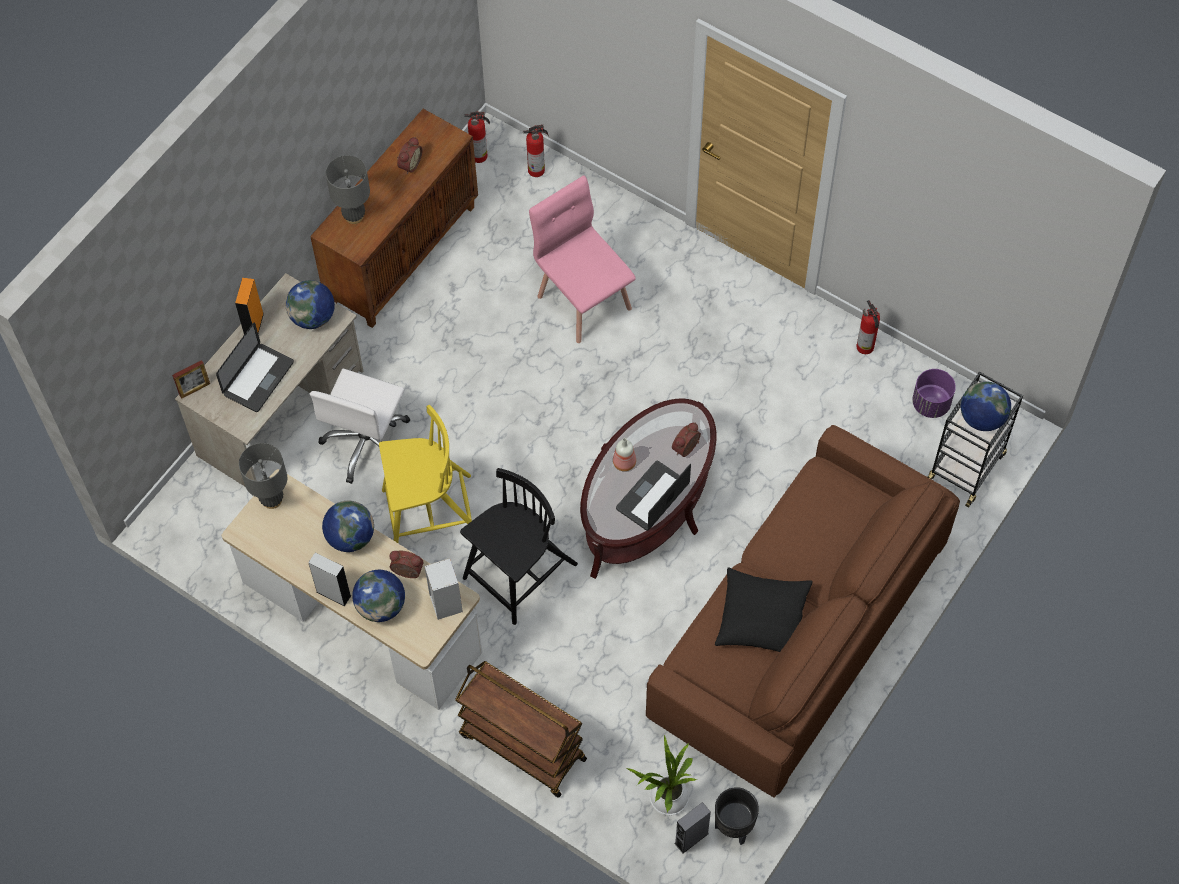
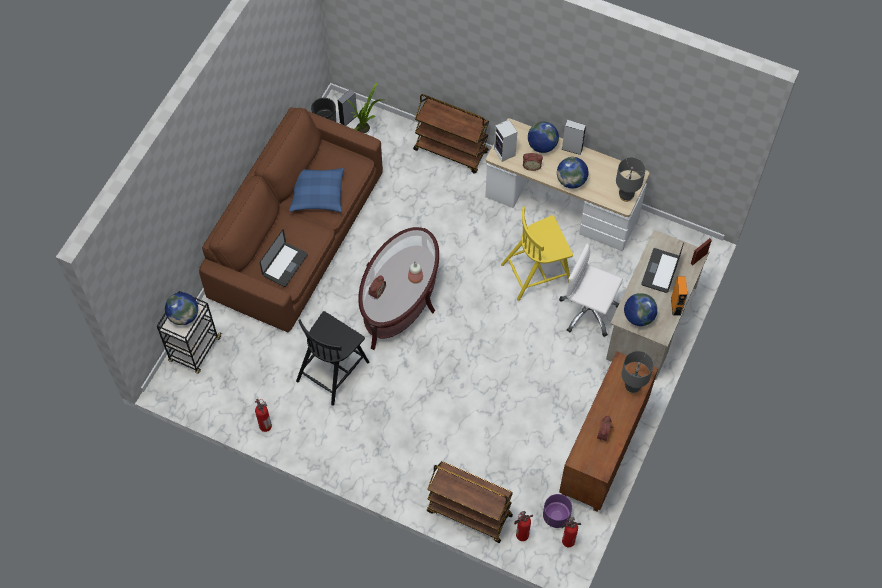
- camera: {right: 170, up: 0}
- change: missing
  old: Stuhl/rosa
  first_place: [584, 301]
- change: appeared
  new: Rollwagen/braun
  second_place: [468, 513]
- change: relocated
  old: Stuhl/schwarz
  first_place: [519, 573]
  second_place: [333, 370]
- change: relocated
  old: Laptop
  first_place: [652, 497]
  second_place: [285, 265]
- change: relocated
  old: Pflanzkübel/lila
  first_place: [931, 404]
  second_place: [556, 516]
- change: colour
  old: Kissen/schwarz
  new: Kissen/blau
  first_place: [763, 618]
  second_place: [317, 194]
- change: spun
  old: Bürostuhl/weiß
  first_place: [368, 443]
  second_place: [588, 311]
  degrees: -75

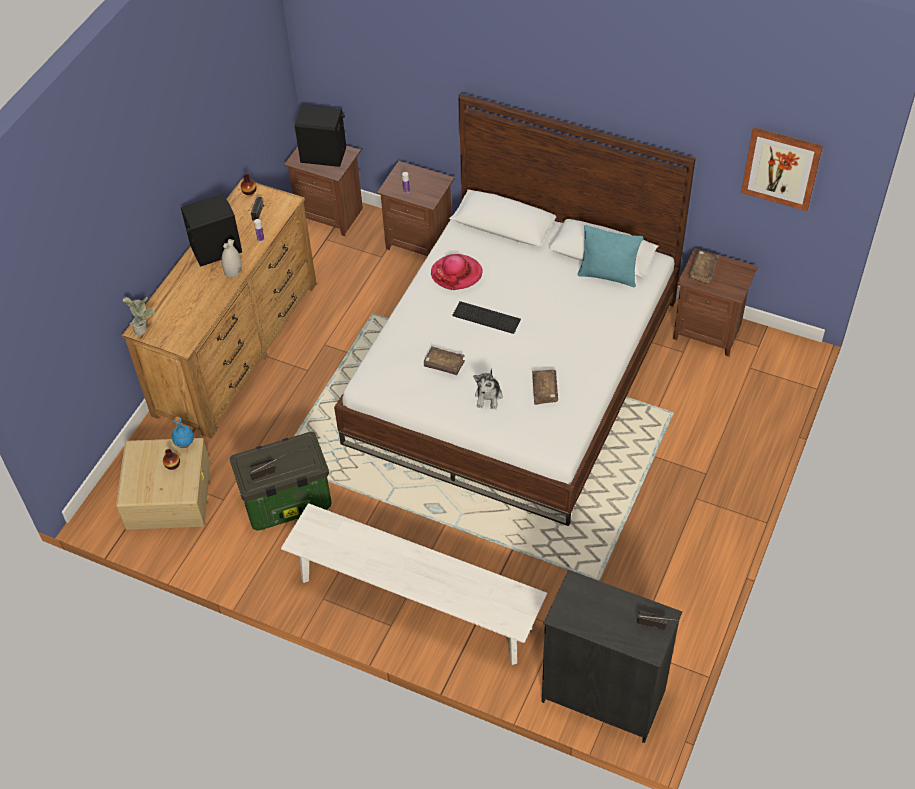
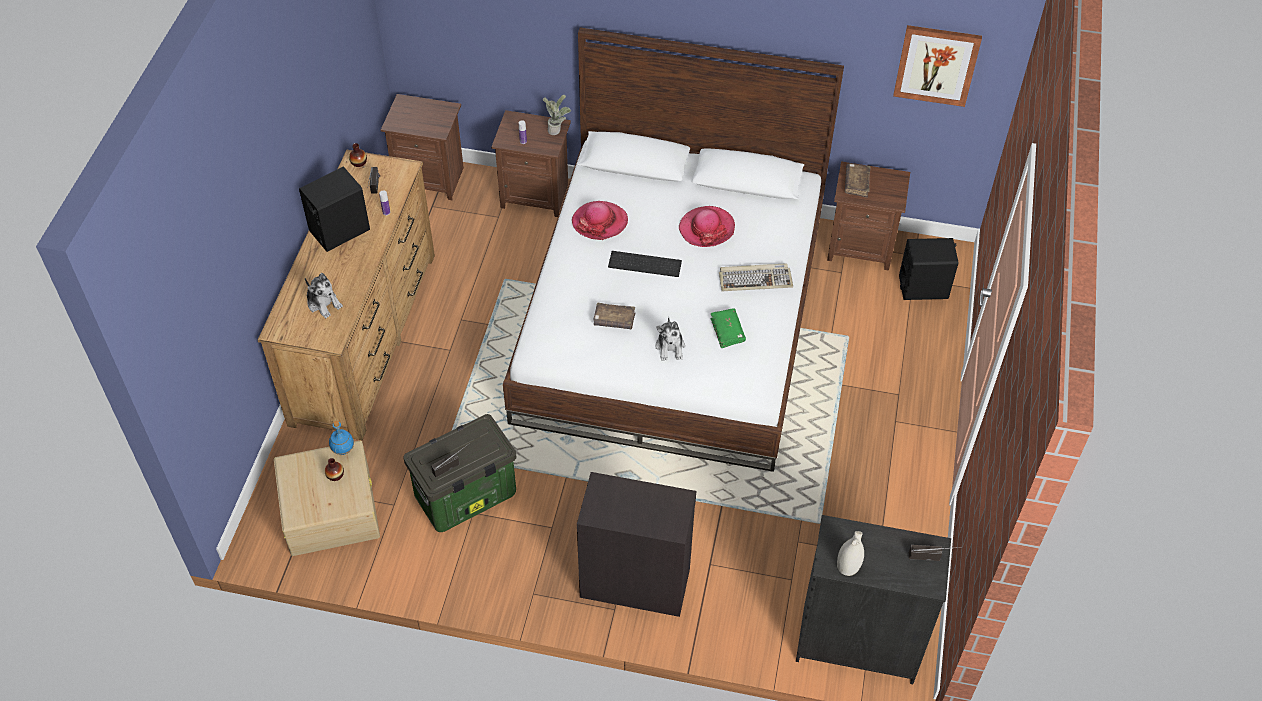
- camera: {right: -15, up: 0}
- change: missing
  old: Kissen/türkis
  first_place: [608, 275]
- change: appeared
  new: Plüschtier
  second_place: [324, 303]
- change: appeared
  new: Hut
  second_place: [706, 228]
- change: appeared
  new: Tastatur
  second_place: [755, 279]
- change: relocated
  old: Topfpflanze
  first_place: [144, 329]
  second_place: [557, 129]
- change: relocated
  old: Vase/weiß
  first_place: [233, 271]
  second_place: [848, 566]
- change: relocated
  old: Lautsprecher/schwarz
  first_place: [324, 155]
  second_place: [923, 287]
- change: exchanged
  old: Bank/weiß
  new: Schrank/schwarz
  first_place: [415, 603]
  second_place: [634, 581]
- change: colour
  old: Buch/braun
  new: Buch/grün
  first_place: [544, 390]
  second_place: [727, 331]

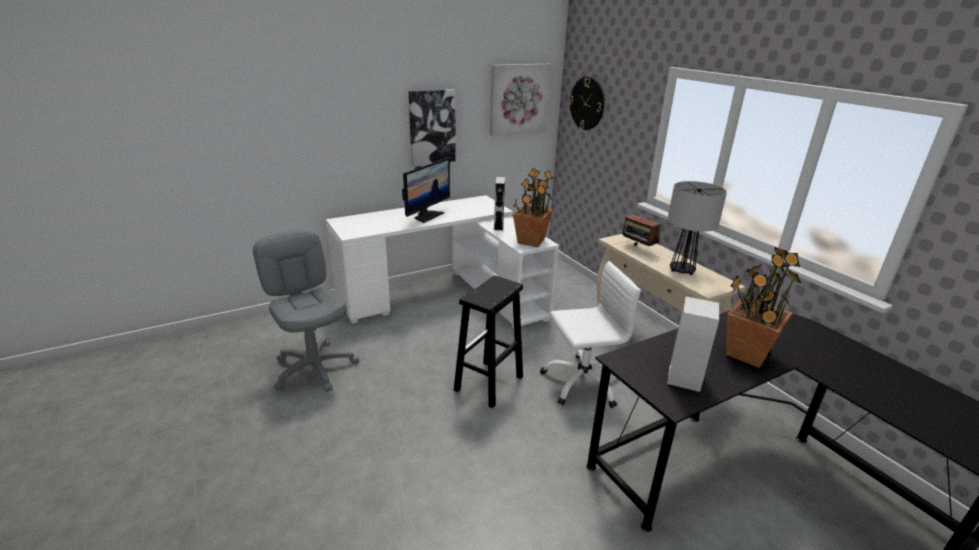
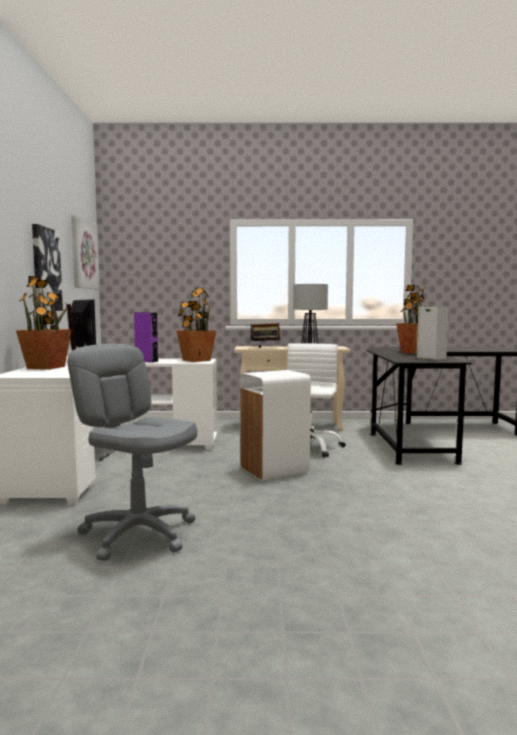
- camera: {right: -60, up: -20}
- change: missing
  old: Wanduhr
  first_place: [587, 103]
- change: appeared
  new: Topfpflanze
  second_place: [47, 367]
- change: exchanged
  old: Hocker/schwarz
  new: Mülleimer/weiß
  first_place: [488, 384]
  second_place: [274, 470]
- change: colour
  old: Lautsprecher/grau
  new: Lautsprecher/lila
  first_place: [498, 225]
  second_place: [146, 361]
- change: spun
  old: Bürostuhl/grau
  first_place: [315, 368]
  second_place: [139, 534]
  degrees: 45

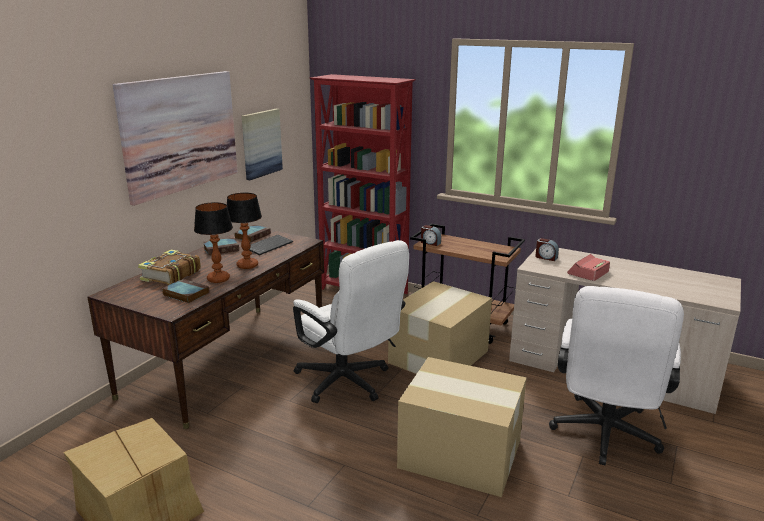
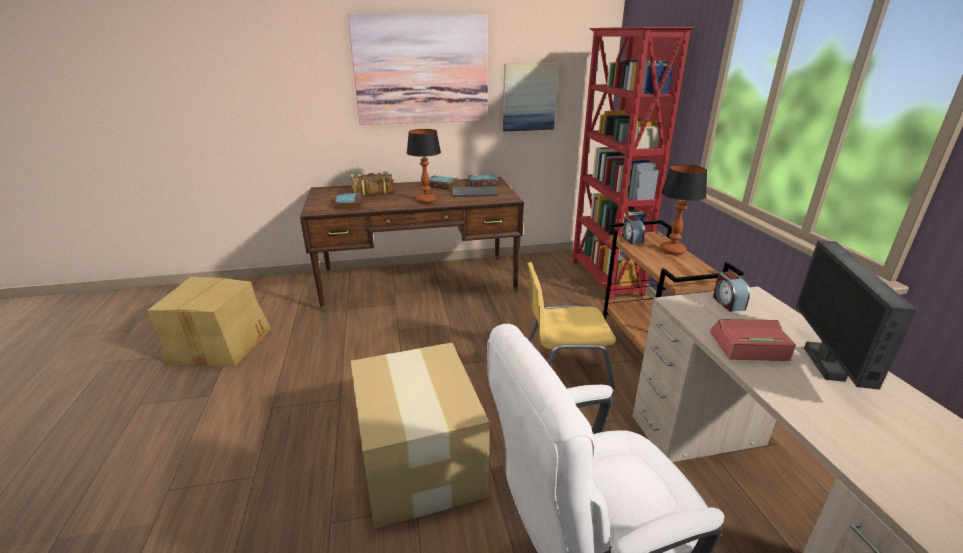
- camera: {right: 50, up: 5}
- change: missing
  old: Bürostuhl/weiß
  first_place: [348, 384]
- change: appeared
  new: Monitor
  second_place: [825, 364]
- change: relocated
  old: Tischlampe
  first_place: [218, 279]
  second_place: [672, 251]
- change: exchanged
  old: Karton
  new: Stuhl/gelb
  first_place: [437, 357]
  second_place: [564, 367]

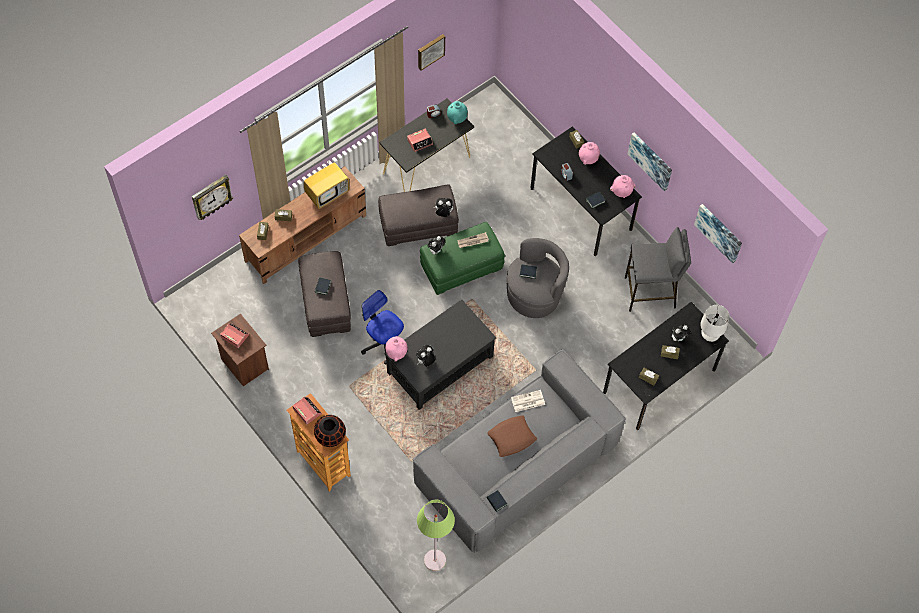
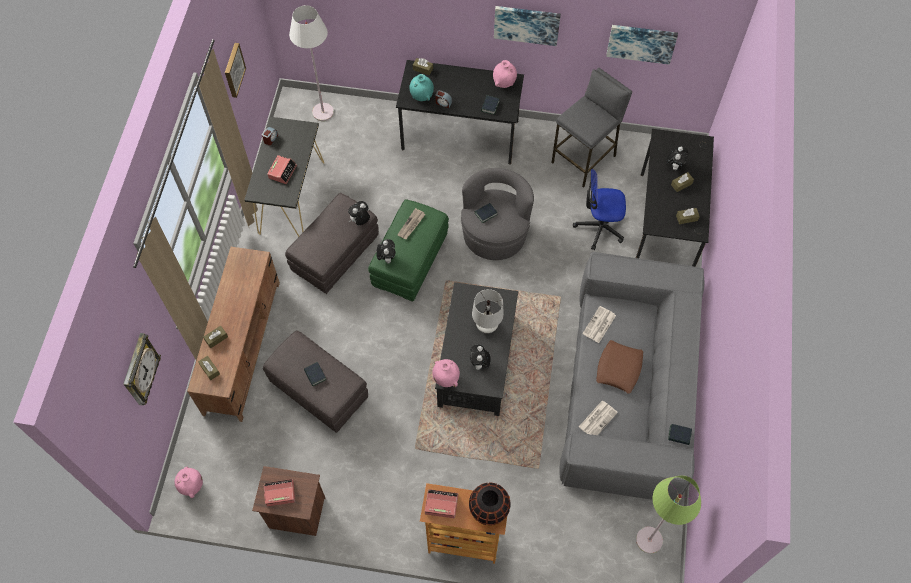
- camera: {right: -40, up: 0}
- change: missing
  old: Fernseher
  first_place: [328, 194]
- change: appeared
  new: Stehlampe/weiß
  second_place: [323, 112]
- change: appeared
  new: Zeitung
  second_place: [598, 419]
- change: relocated
  old: Bürostuhl
  first_place: [384, 342]
  second_place: [599, 227]
- change: relocated
  old: Vase/türkis
  first_place: [457, 119]
  second_place: [422, 96]
- change: relocated
  old: Vase/rosa
  first_place: [588, 159]
  second_place: [192, 486]
- change: relocated
  old: Tischlampe/weiß
  first_place: [709, 336]
  second_place: [486, 326]

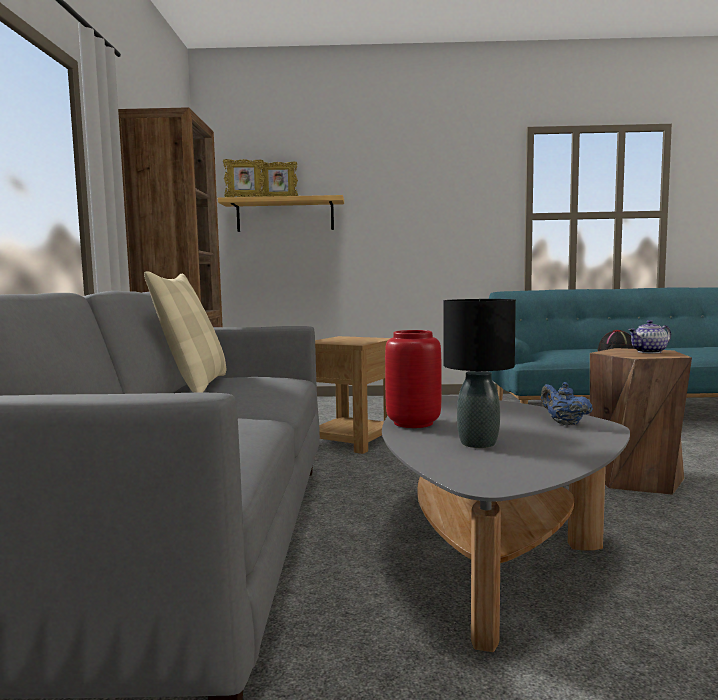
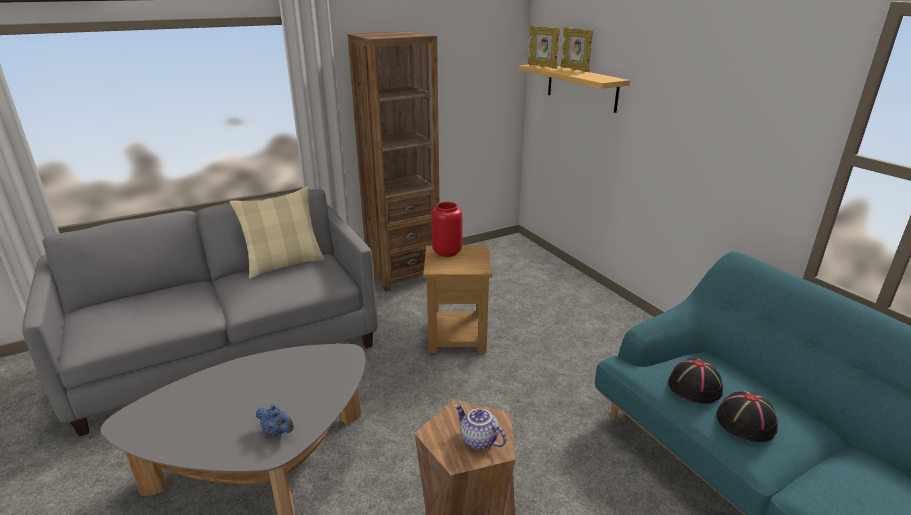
- camera: {right: 60, up: 20}
- change: missing
  old: Tischlampe/schwarz
  first_place: [478, 443]
- change: appeared
  new: Hut/schwarz
  second_place: [695, 387]
- change: relocated
  old: Vase/rot
  first_place: [413, 423]
  second_place: [447, 252]
- change: spun
  old: Teekanne/blau
  first_place: [564, 423]
  second_place: [277, 431]
  degrees: 90

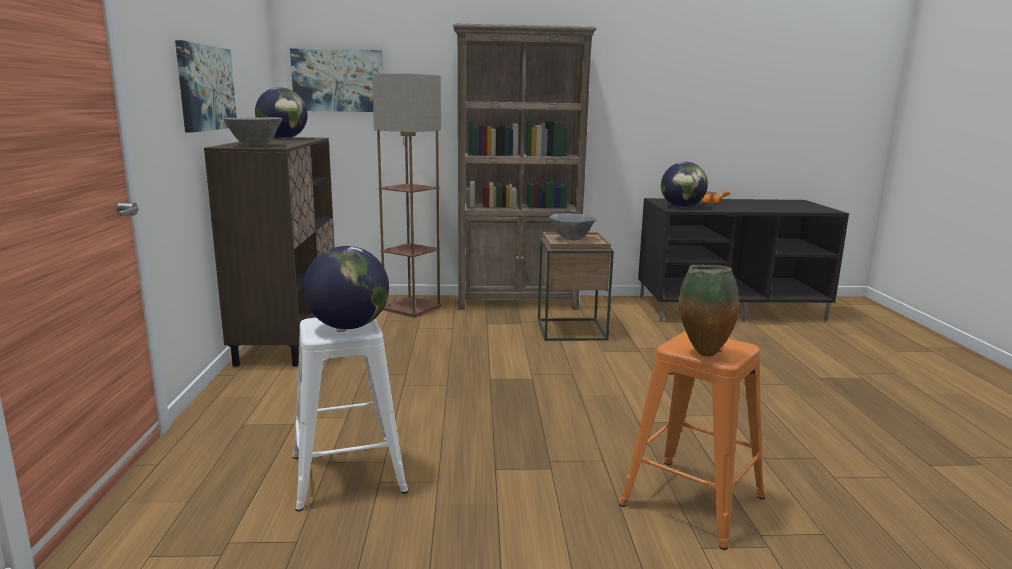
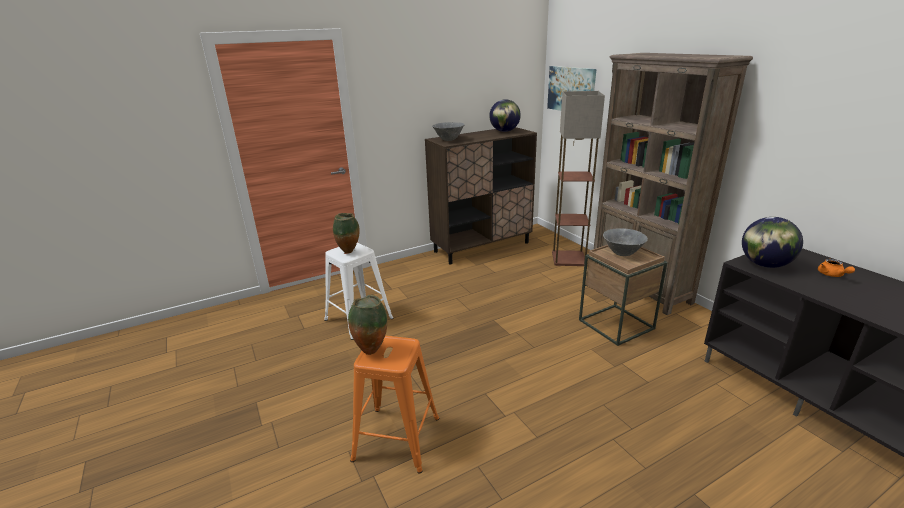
- camera: {right: 65, up: 10}
- change: missing
  old: Bild
  first_place: [205, 88]
- change: exchanged
  old: Globus
  new: Vase
  first_place: [349, 326]
  second_place: [349, 252]

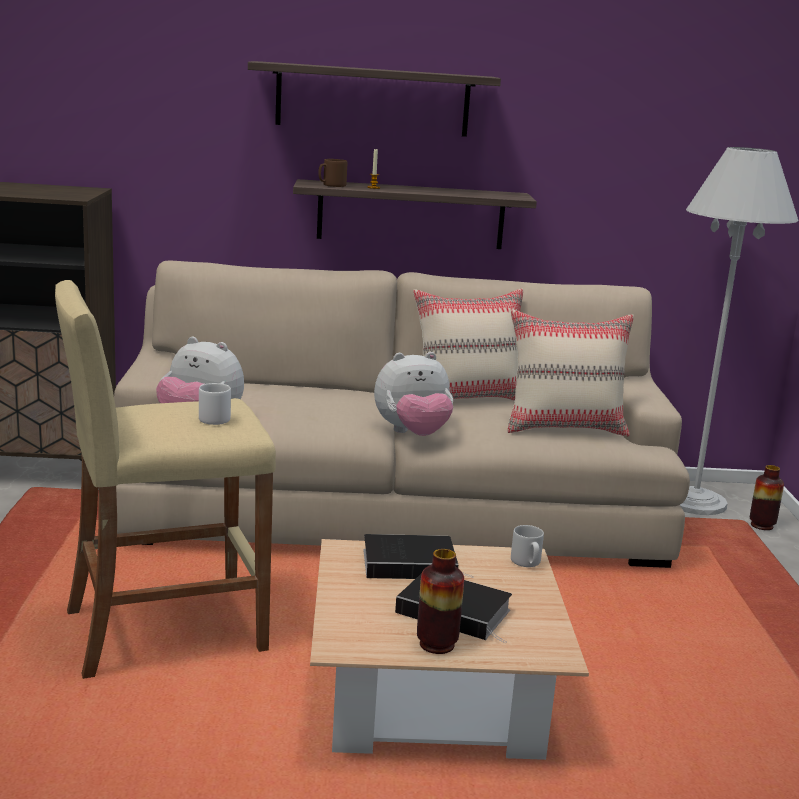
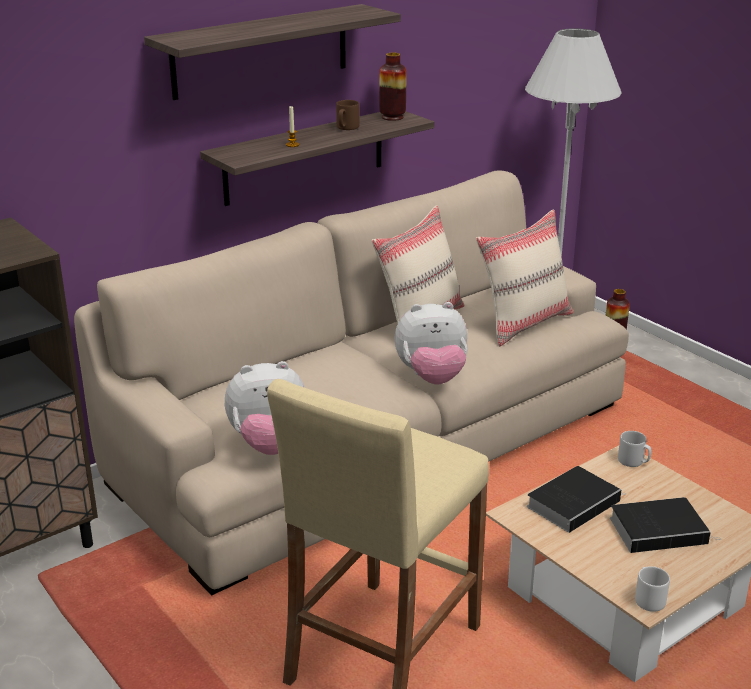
- camera: {right: -35, up: 10}
- change: relocated
  old: Henkelbecher/weiß
  first_place: [217, 418]
  second_place: [648, 599]
- change: relocated
  old: Henkelbecher/braun
  first_place: [331, 185]
  second_place: [346, 128]
- change: relocated
  old: Vase
  first_place: [437, 644]
  second_place: [392, 117]
- change: spun
  old: Plüschtier
  first_place: [413, 434]
  second_place: [432, 377]
  degrees: 45

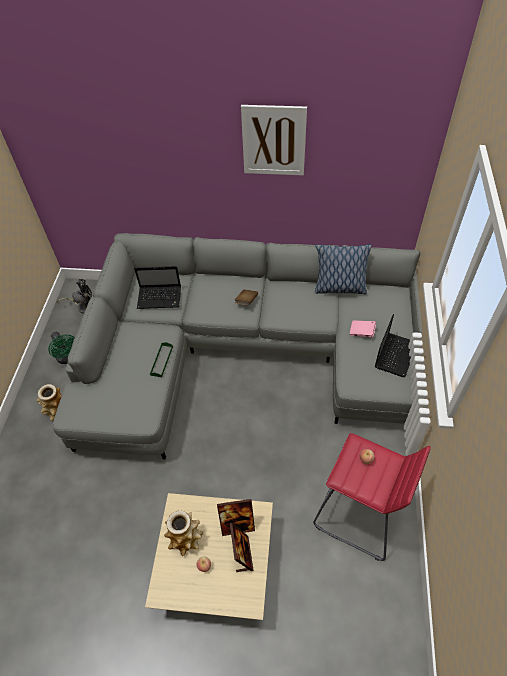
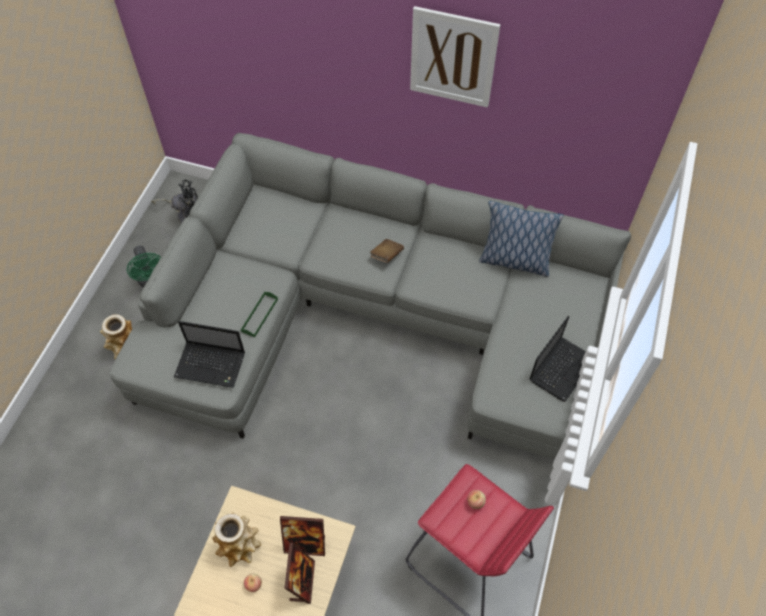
- camera: {right: 10, up: 5}
- change: missing
  old: Buch/rosa
  first_place: [362, 332]
- change: relocated
  old: Laptop
  first_place: [160, 297]
  second_place: [212, 365]

